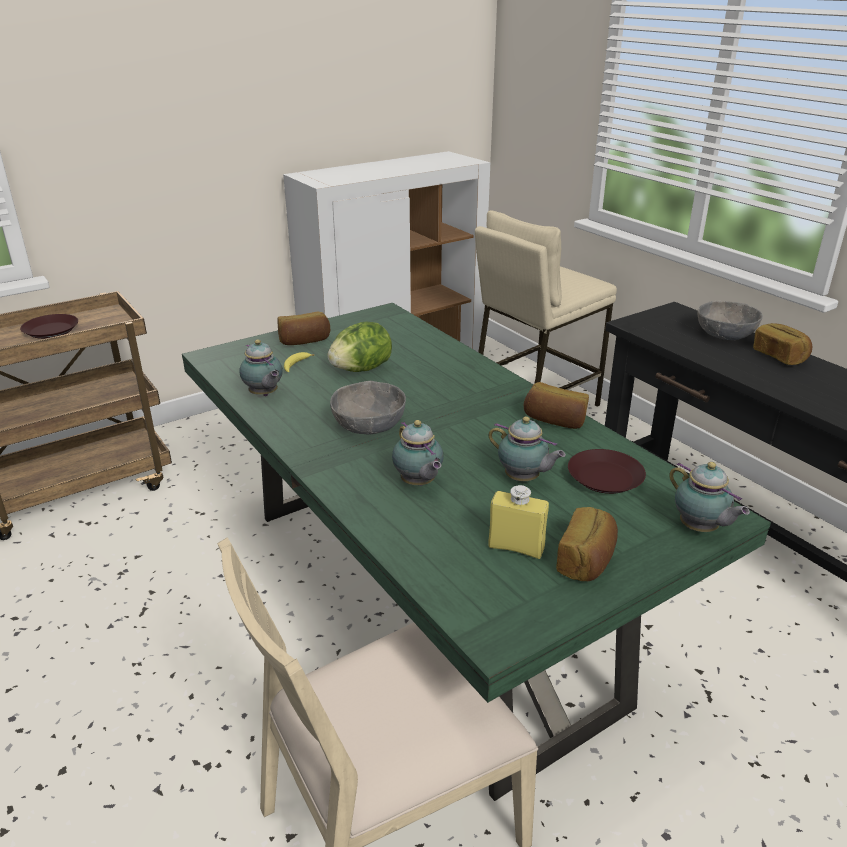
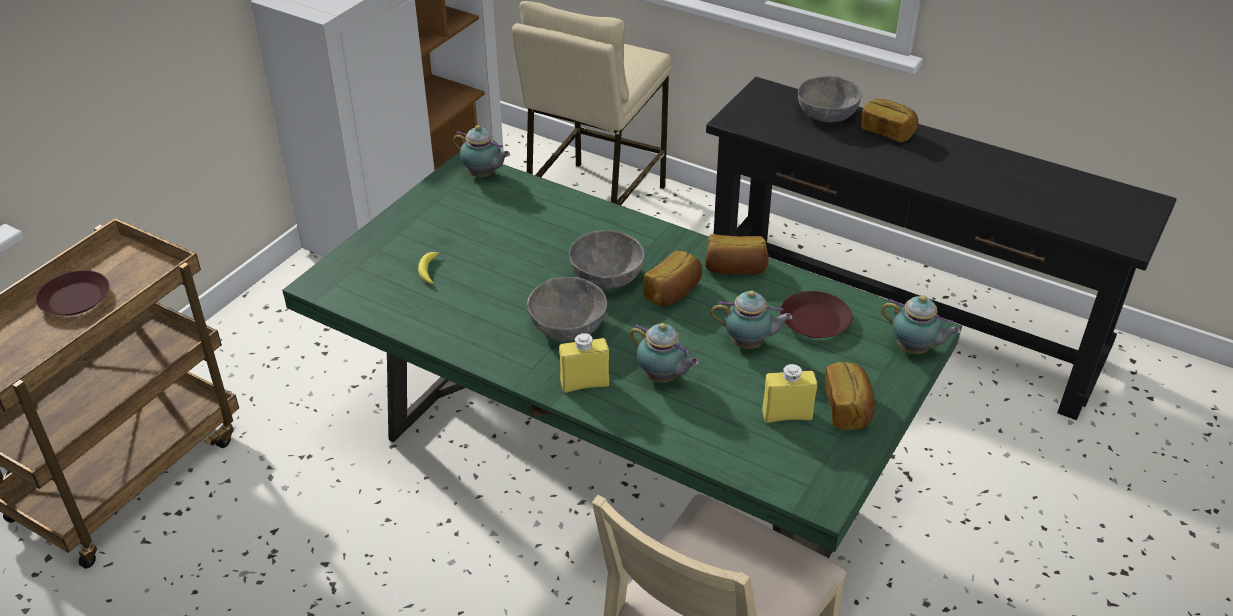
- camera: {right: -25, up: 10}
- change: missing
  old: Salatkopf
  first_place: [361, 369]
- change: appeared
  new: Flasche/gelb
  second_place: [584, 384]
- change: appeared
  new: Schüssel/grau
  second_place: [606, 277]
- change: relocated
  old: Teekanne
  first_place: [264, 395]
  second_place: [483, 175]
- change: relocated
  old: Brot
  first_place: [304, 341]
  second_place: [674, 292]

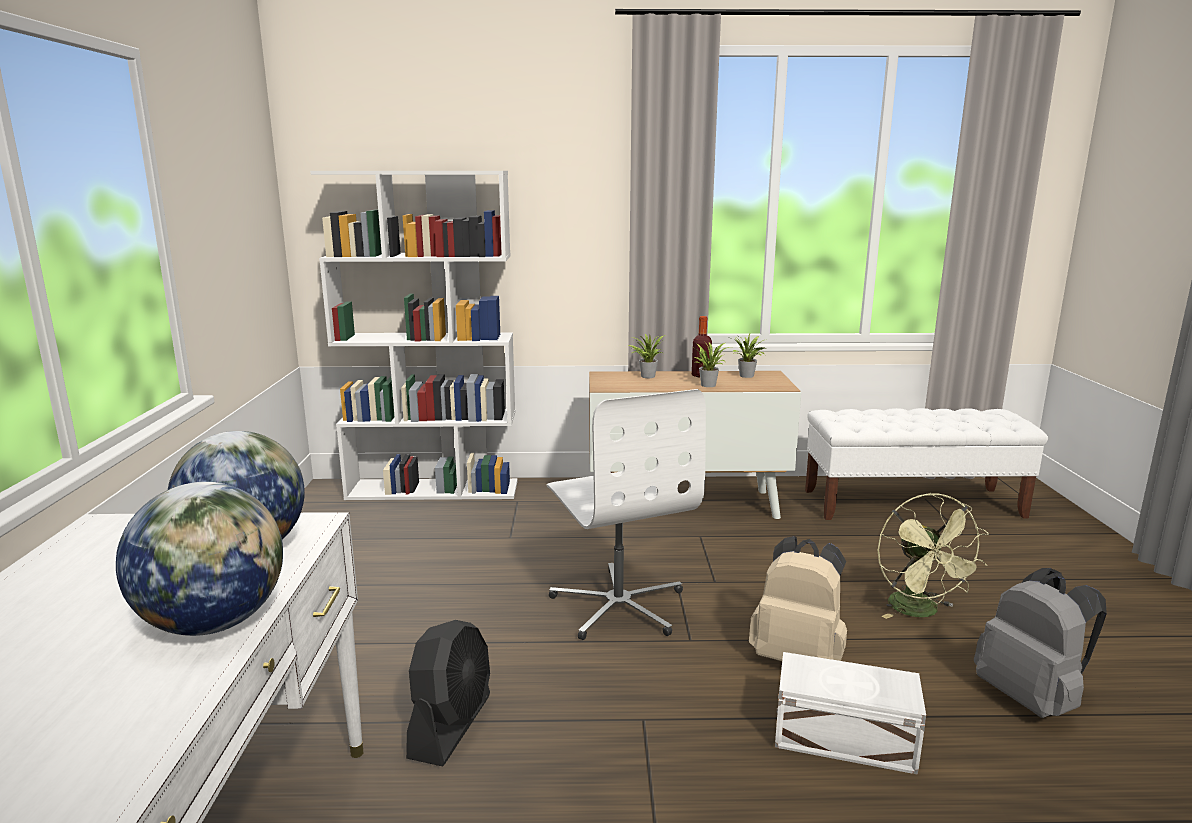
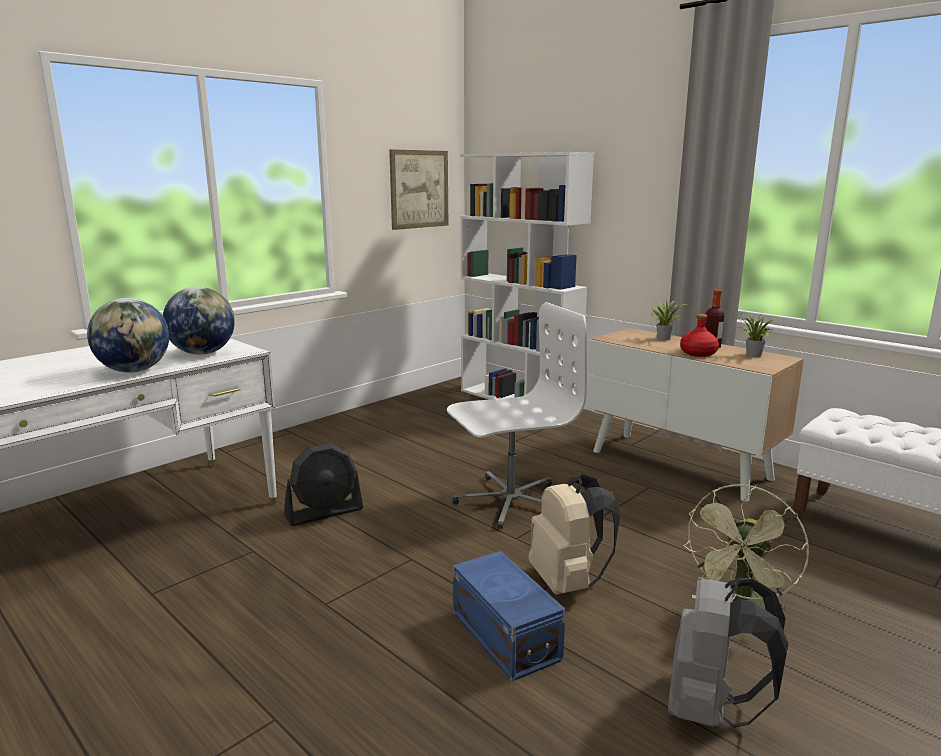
- camera: {right: 45, up: 0}
- change: appeared
  new: Bild
  second_place: [419, 189]
- change: exchanged
  old: Topfpflanze
  new: Flasche/rot
  first_place: [708, 384]
  second_place: [697, 353]
- change: colour
  old: Aufbewahrungsbox/weiß
  new: Aufbewahrungsbox/blau
  first_place: [846, 739]
  second_place: [504, 637]
- change: spun
  old: Bürostuhl/weiß
  first_place: [619, 605]
  second_place: [509, 501]
  degrees: -135

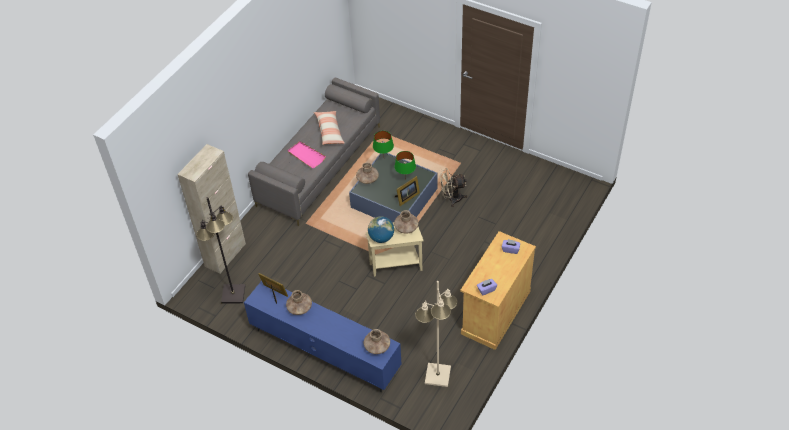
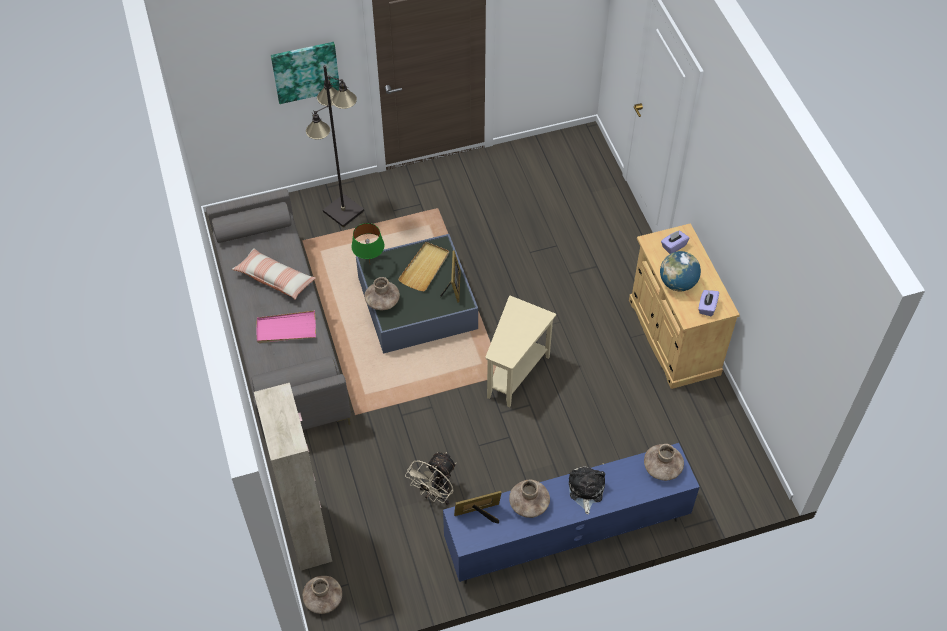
- camera: {right: -50, up: 5}
- change: missing
  old: Stehlampe/beige
  first_place: [437, 375]
- change: appeared
  new: Bild
  second_place: [305, 71]
- change: appeared
  new: Plüschtier
  second_place: [585, 490]
- change: relocated
  old: Stehlampe/schwarz
  first_place: [233, 294]
  second_place: [343, 212]
- change: relocated
  old: Globus
  first_place: [381, 238]
  second_place: [677, 283]
- change: relocated
  old: Vase/braun
  first_place: [406, 227]
  second_place: [323, 599]
- change: relocated
  old: Ventilator/beige
  first_place: [451, 199]
  second_place: [435, 494]
- change: exchanged
  old: Tischlampe/grün
  new: Tablett/beige
  first_place: [406, 179]
  second_place: [425, 268]

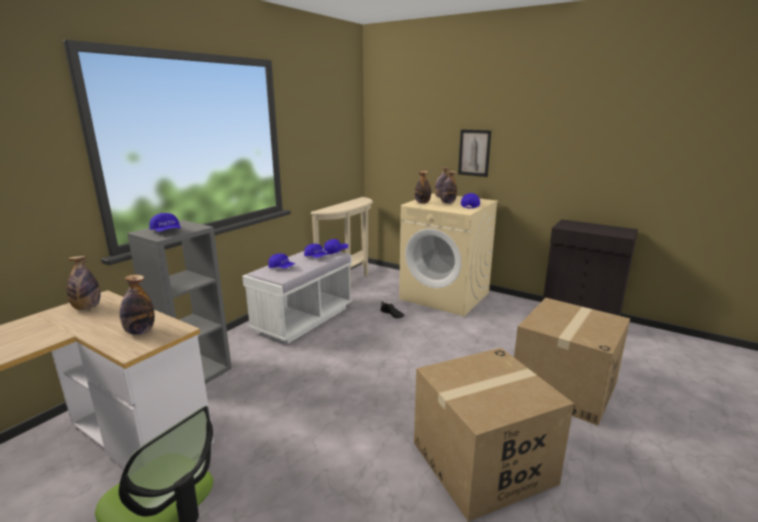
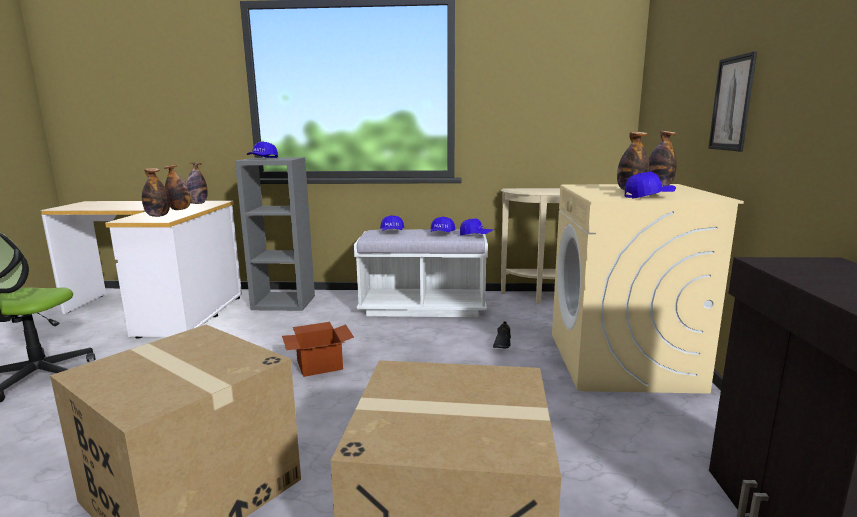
- camera: {right: 60, up: -5}
- change: appeared
  new: Karton
  second_place: [320, 364]
- change: relocated
  old: Flasche
  first_place: [422, 202]
  second_place: [180, 209]

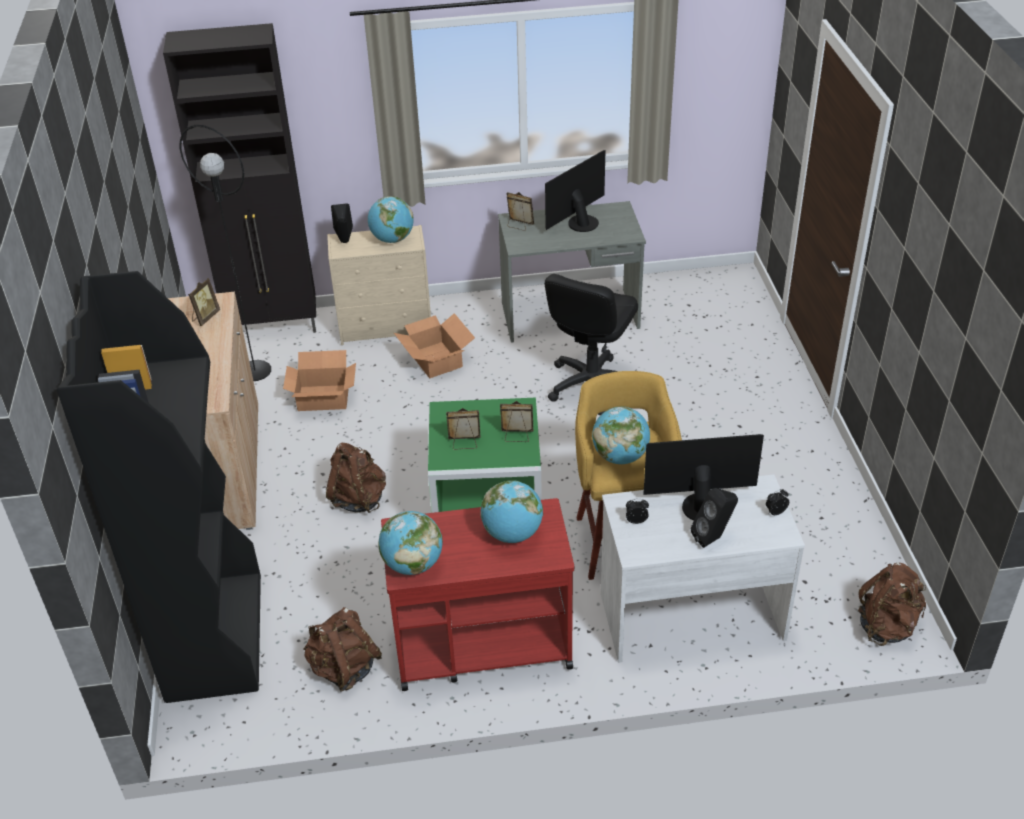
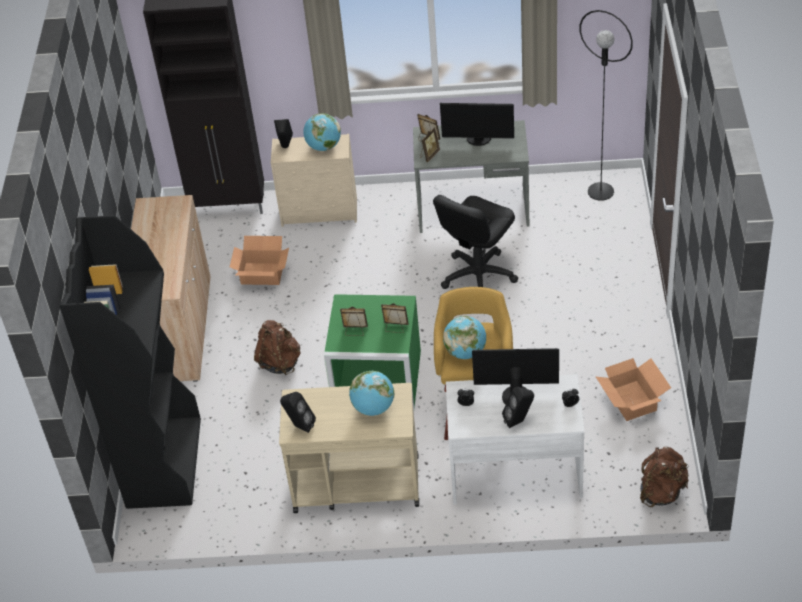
- camera: {right: 10, up: 5}
- change: missing
  old: Rucksack/braun
  first_place: [344, 669]
- change: relocated
  old: Stehlampe/schwarz
  first_place: [255, 371]
  second_place: [601, 191]
- change: relocated
  old: Bilderrahmen
  first_place: [205, 317]
  second_place: [429, 155]
- change: relocated
  old: Karton
  first_place: [435, 360]
  second_place: [631, 401]
- change: exchanged
  old: Globus
  new: Lautsprecher/schwarz
  first_place: [412, 564]
  second_place: [299, 426]
- change: colour
  old: Rollwagen/rot
  new: Rollwagen/beige
  first_place: [481, 645]
  second_place: [355, 483]
- change: spun
  old: Monitor
  first_place: [580, 222]
  second_place: [478, 139]
  degrees: -135

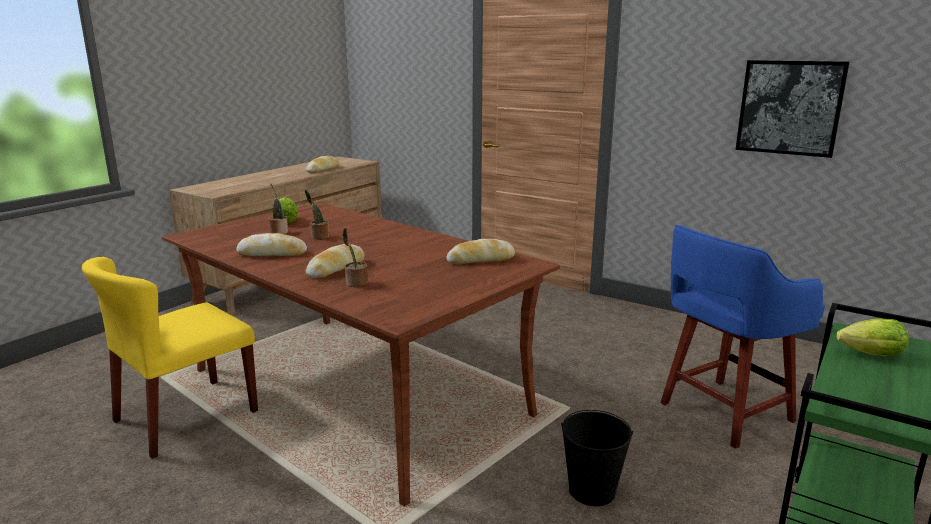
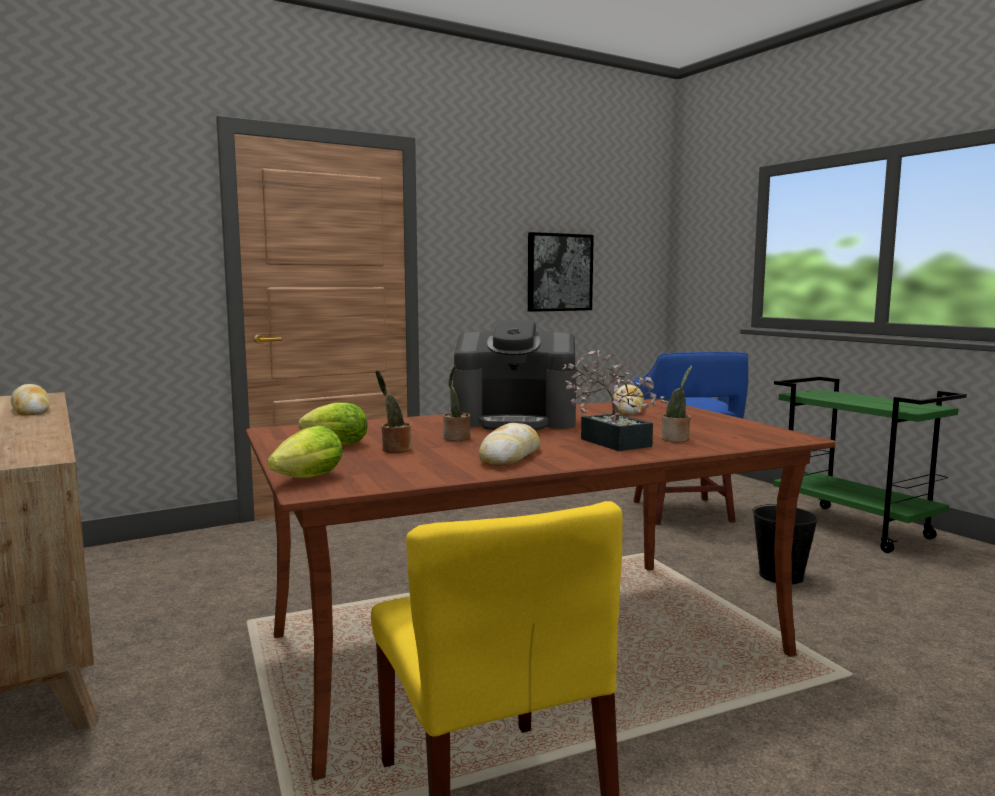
- camera: {right: -65, up: -10}
- change: appeared
  new: Kaffeemaschine
  second_place: [516, 420]
- change: relocated
  old: Salatkopf
  first_place: [867, 354]
  second_place: [305, 479]
- change: exchanged
  old: Brot
  new: Topfpflanze
  first_place: [336, 268]
  second_place: [611, 441]

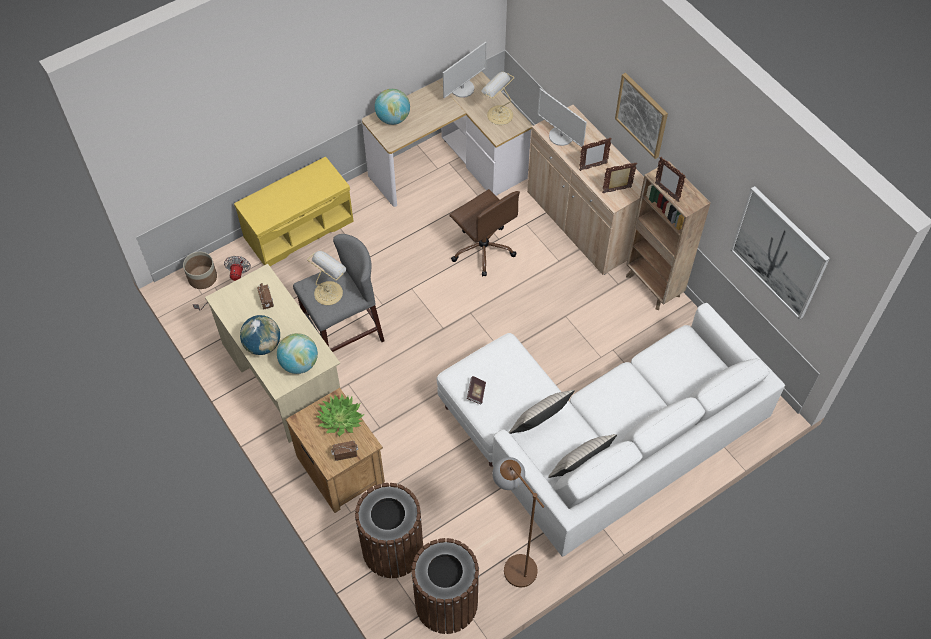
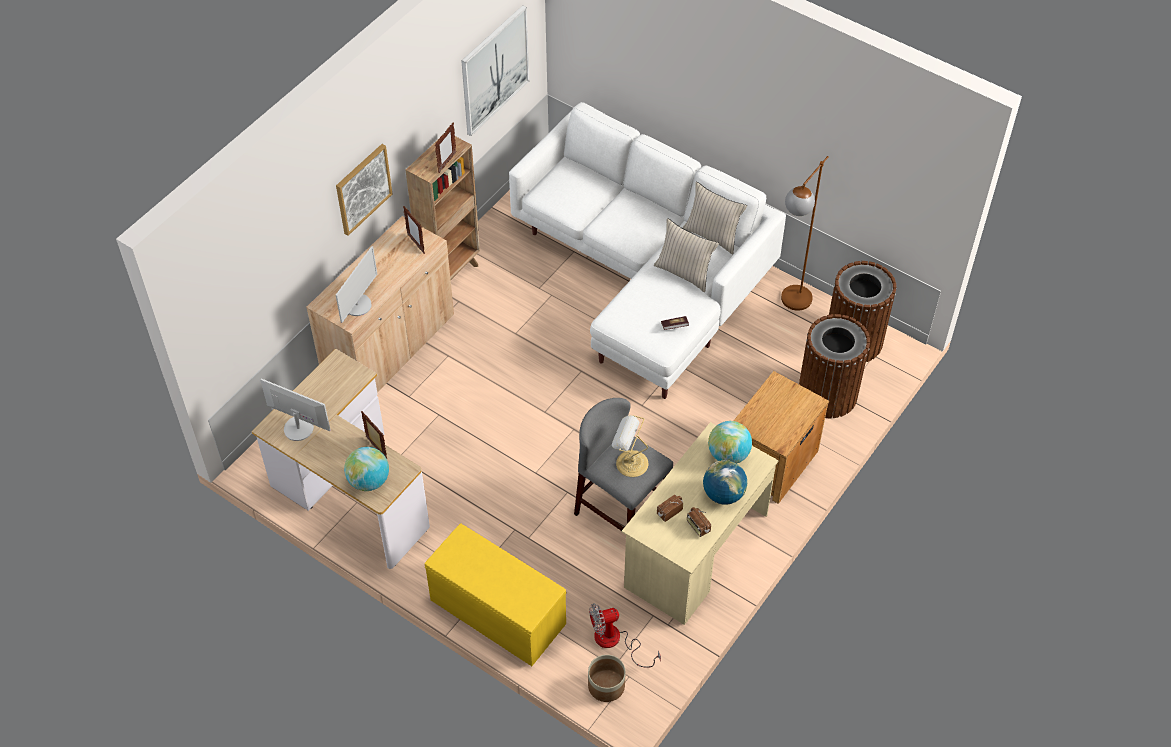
- camera: {right: -110, up: -5}
- change: missing
  old: Topfpflanze
  first_place: [340, 419]
- change: missing
  old: Bürostuhl/braun
  first_place: [483, 249]
- change: missing
  old: Tischlampe
  first_place: [498, 114]
- change: relocated
  old: Radio
  first_place: [345, 453]
  second_place: [698, 527]
- change: relocated
  old: Bilderrahmen
  first_place: [592, 167]
  second_place: [376, 448]

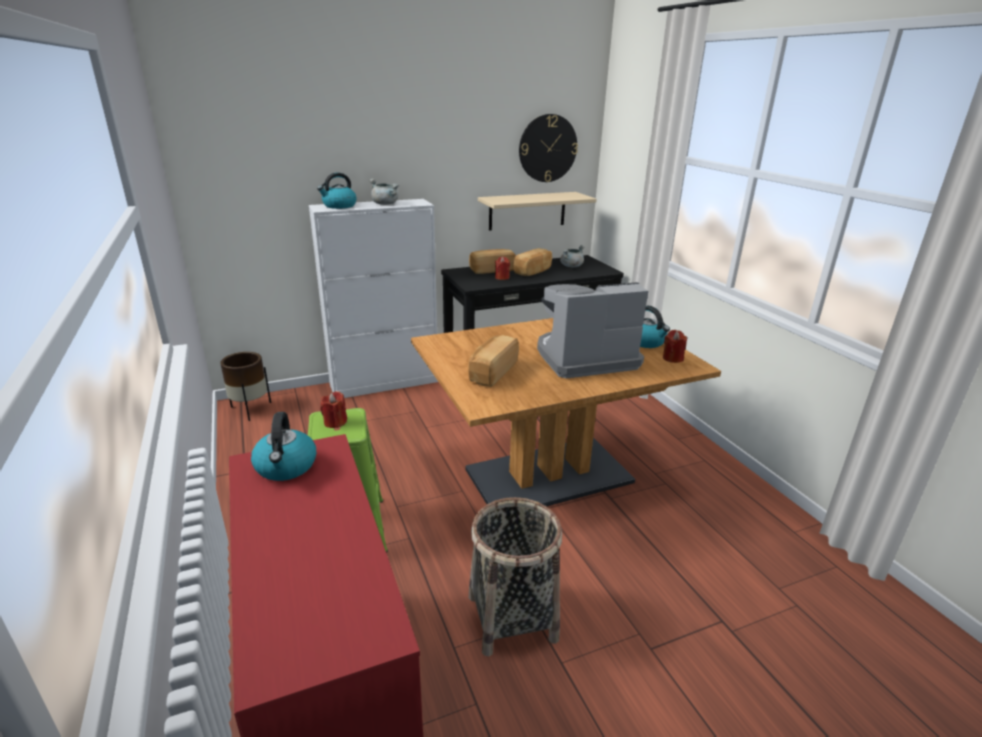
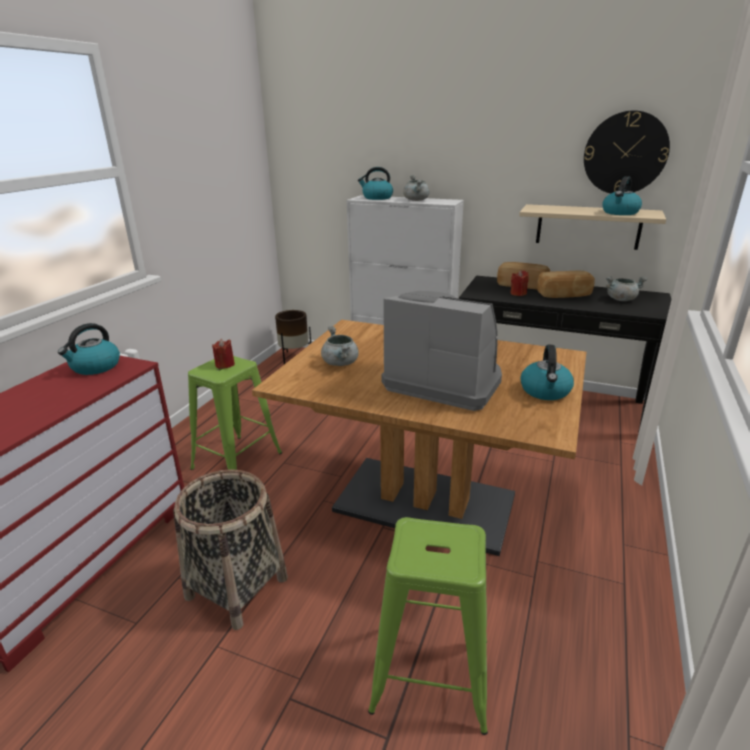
- camera: {right: 45, up: 0}
- change: missing
  old: Kerze/rot
  first_place: [672, 358]
- change: appeared
  new: Hocker/grün
  second_place: [432, 675]
- change: appeared
  new: Wasserkessel
  second_place: [620, 213]
- change: exchanged
  old: Brot
  new: Kochtopf/grau
  first_place: [492, 372]
  second_place: [341, 363]

